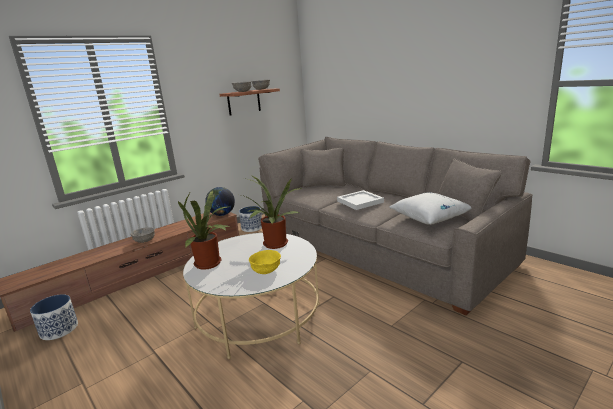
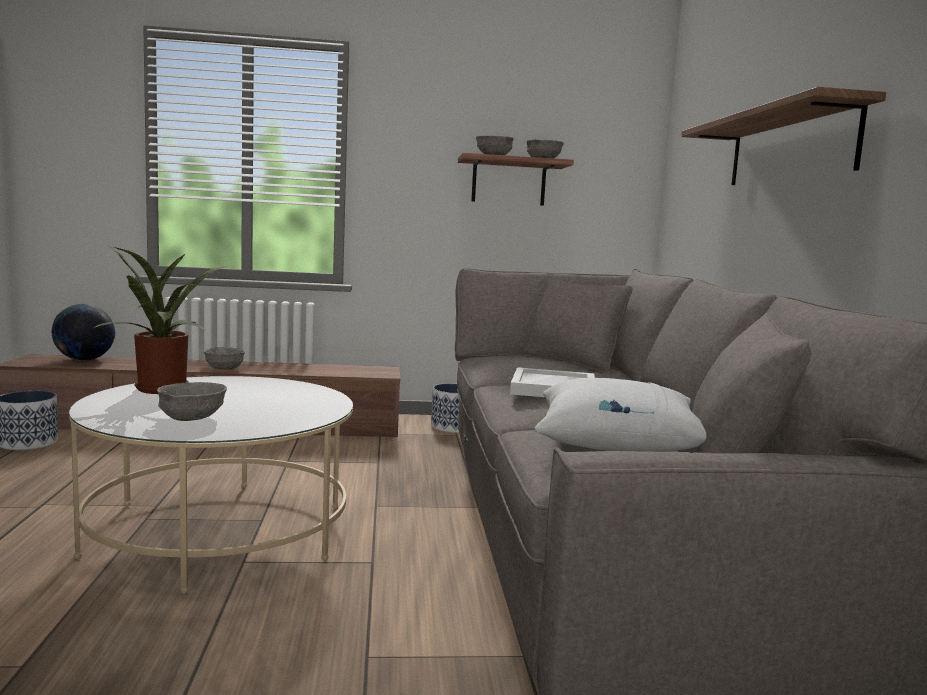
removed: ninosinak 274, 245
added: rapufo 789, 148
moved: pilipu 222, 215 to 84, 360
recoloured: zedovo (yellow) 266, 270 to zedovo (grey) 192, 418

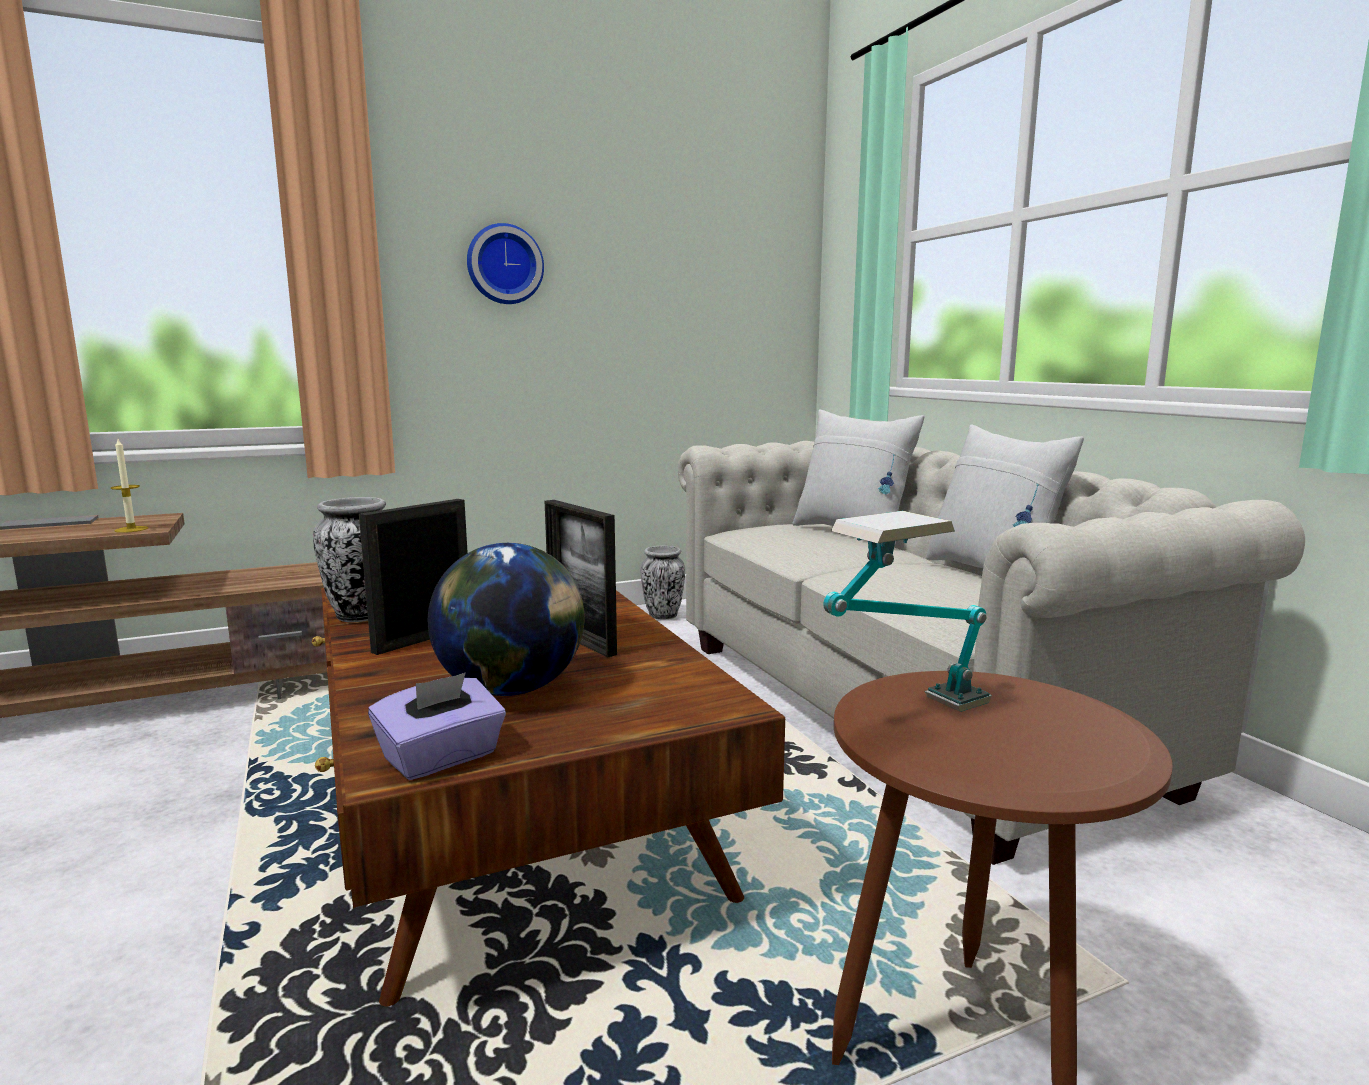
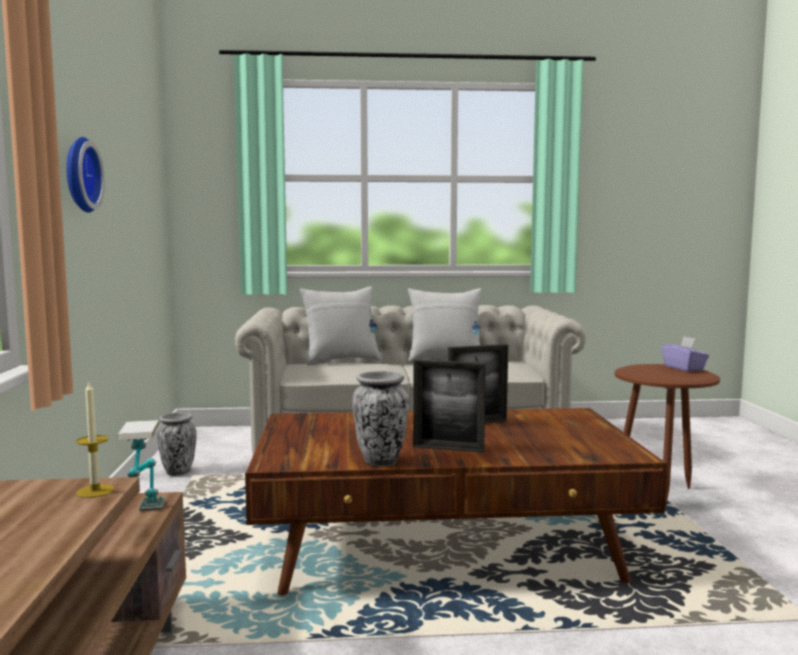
removed: pilipu 512, 689
moved: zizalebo 905, 715 to 146, 520; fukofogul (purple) 442, 758 to 684, 368
turned: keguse 423, 639 = 448, 448 45 degrees counterclockwise

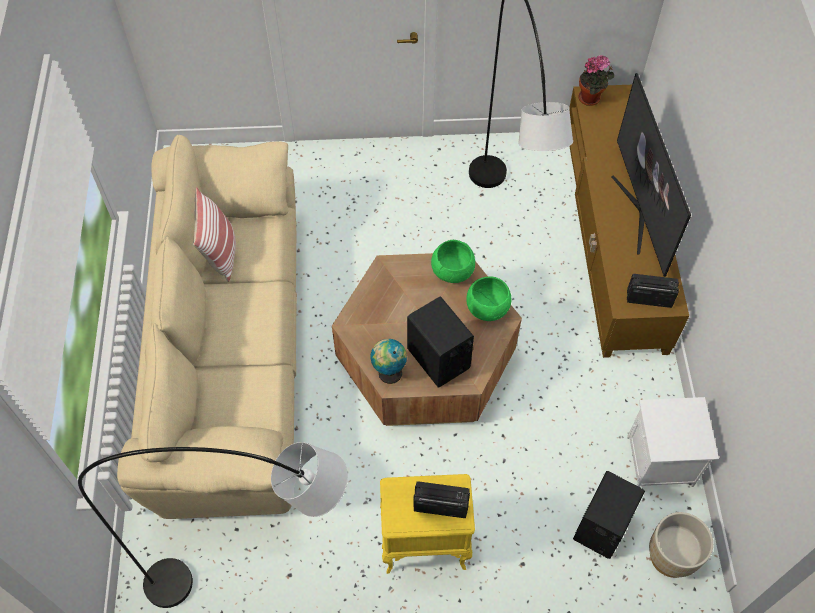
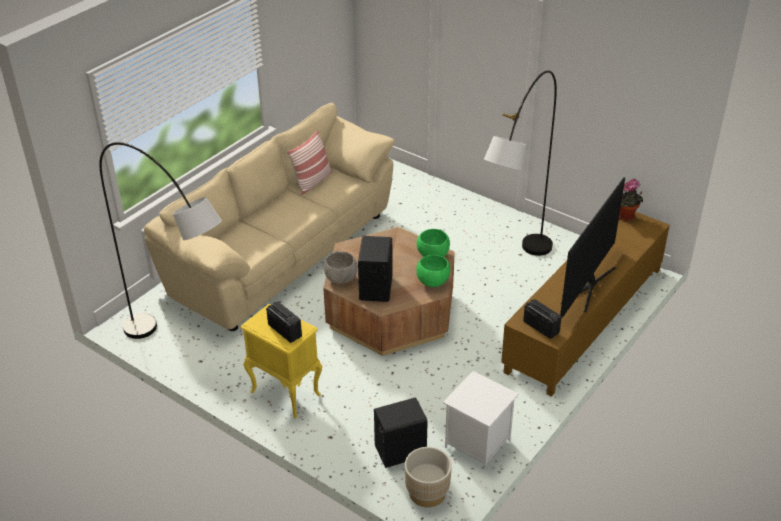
replaced: pilipu 388, 372 to zedovo (grey) 340, 278

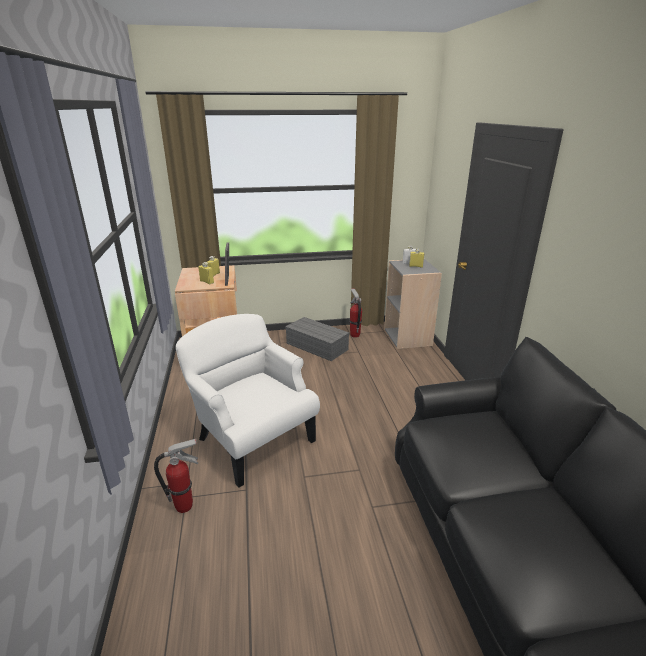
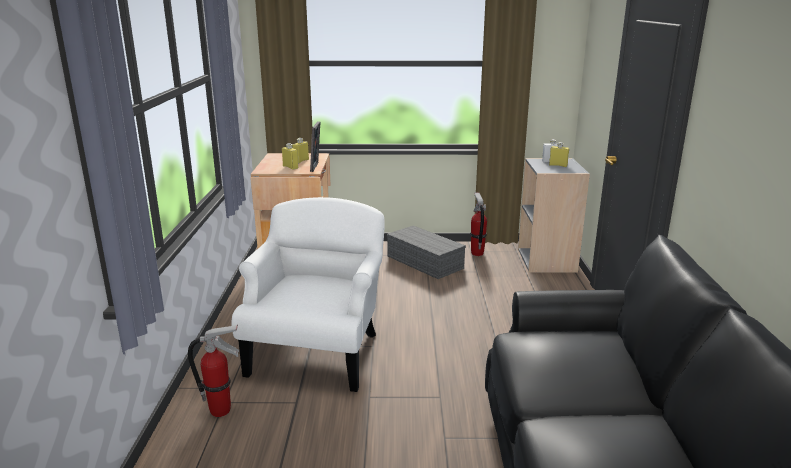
turned: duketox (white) 252, 439 = 318, 352 45 degrees clockwise

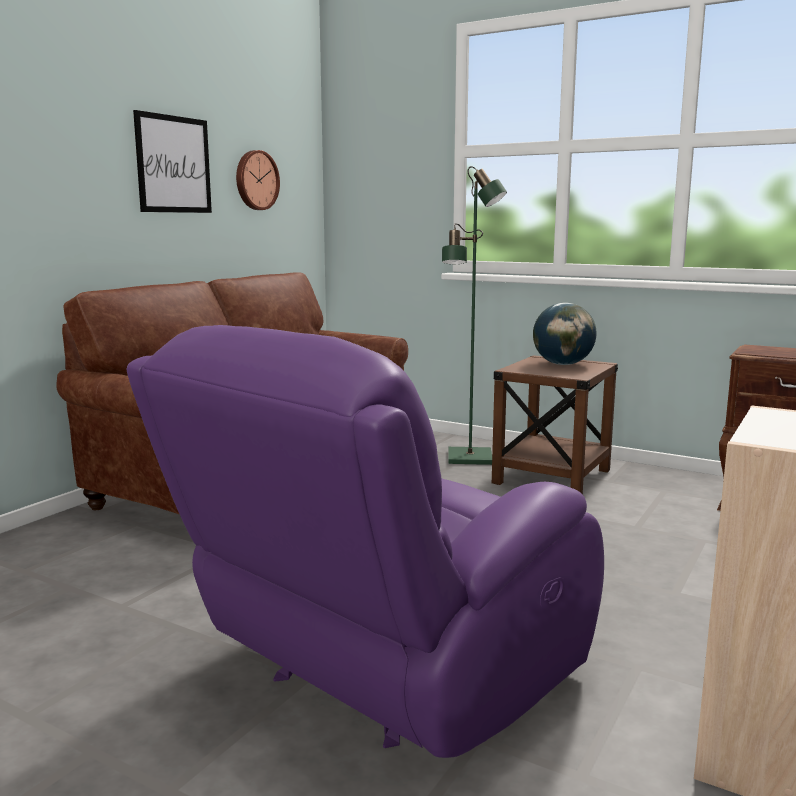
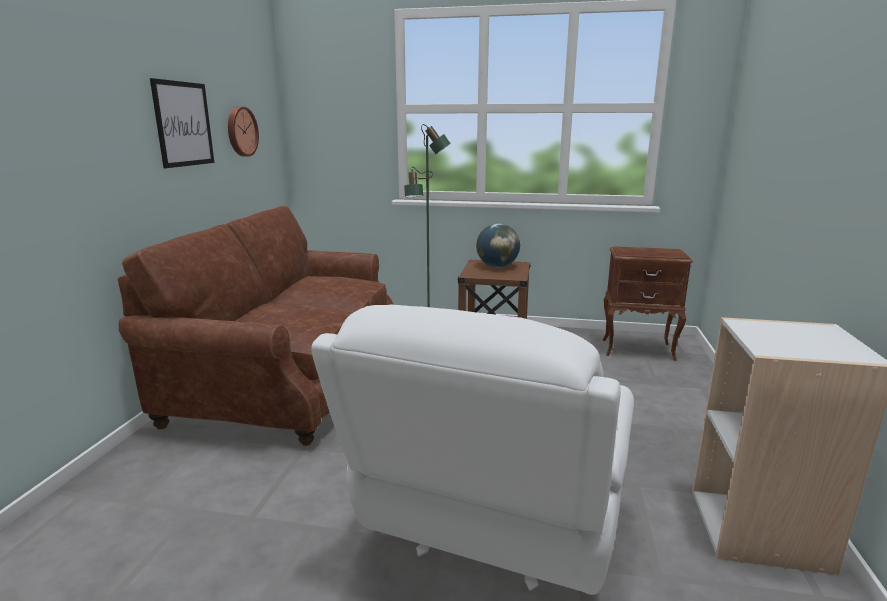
recoloured: duketox (purple) 377, 678 to duketox (white) 488, 534

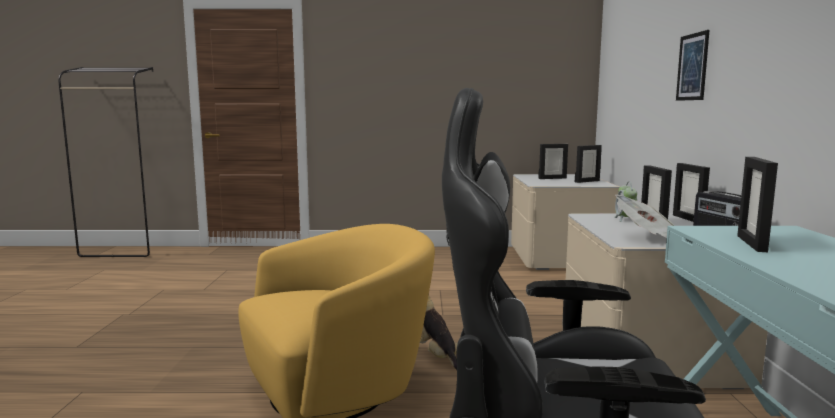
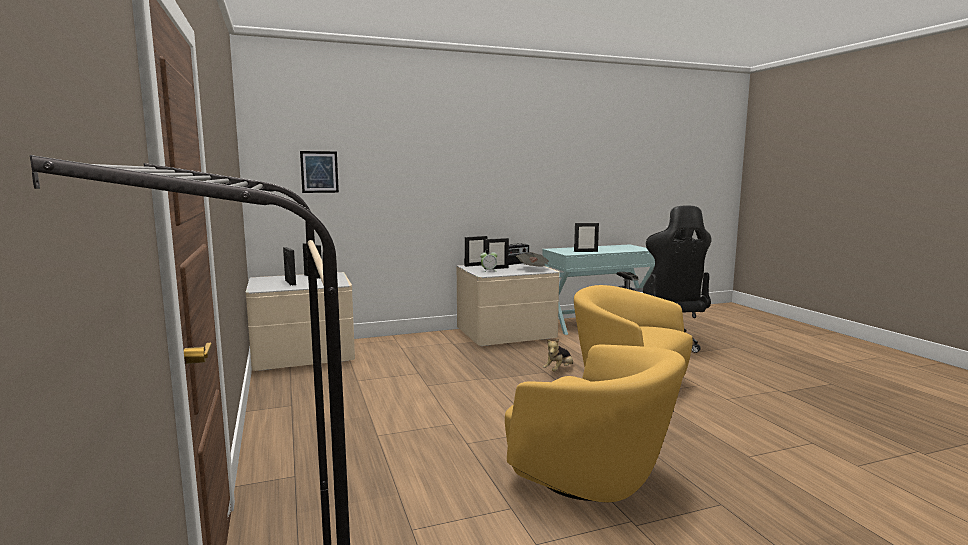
added: duketox (yellow) 592, 476
moved: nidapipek 692, 67 to 319, 172

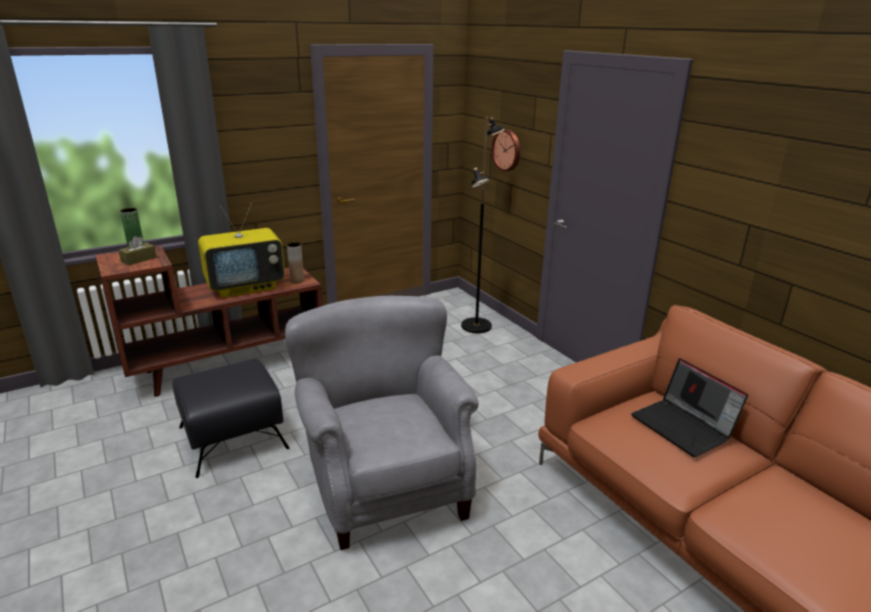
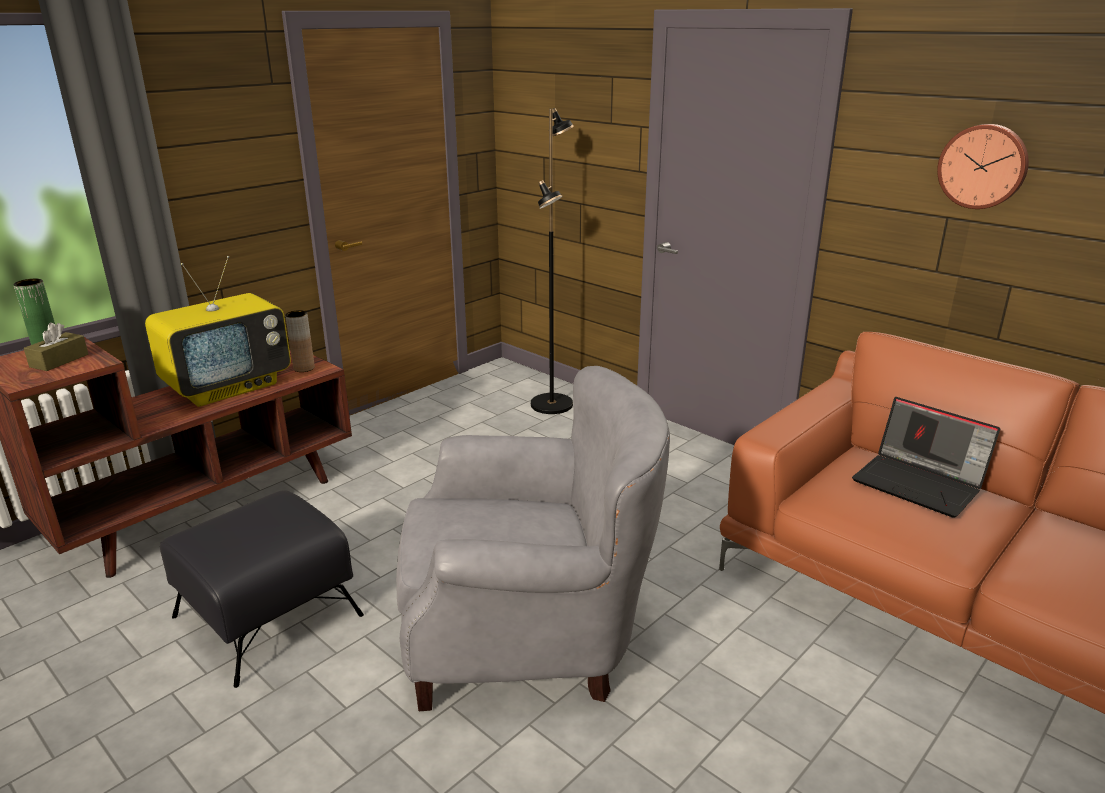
moved: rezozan 507, 150 to 983, 166
turned: duketox (grey) 385, 483 = 528, 636 120 degrees clockwise

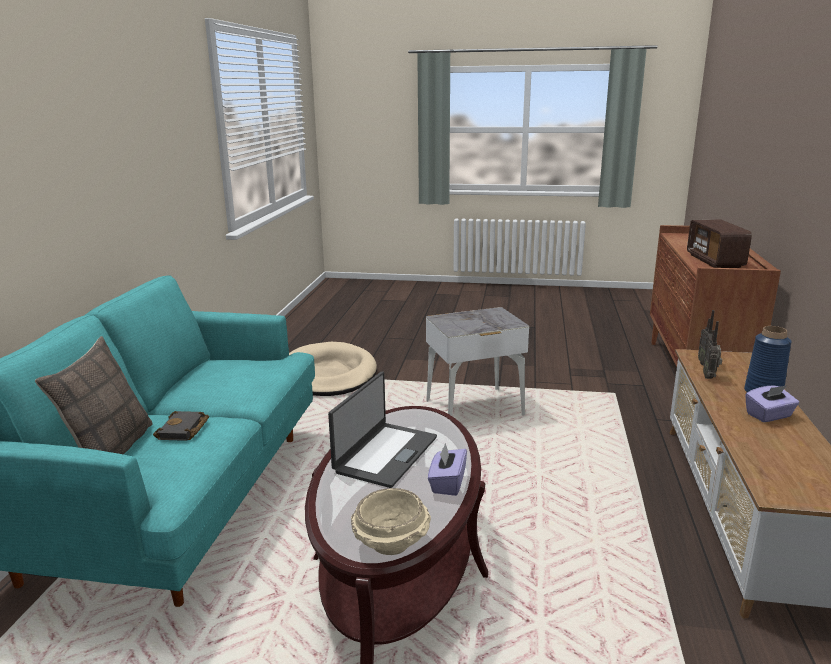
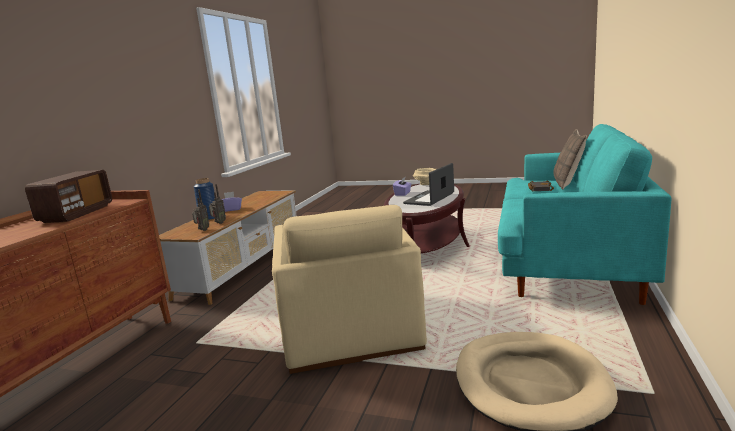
replaced: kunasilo 476, 409 to duketox (beige) 348, 326

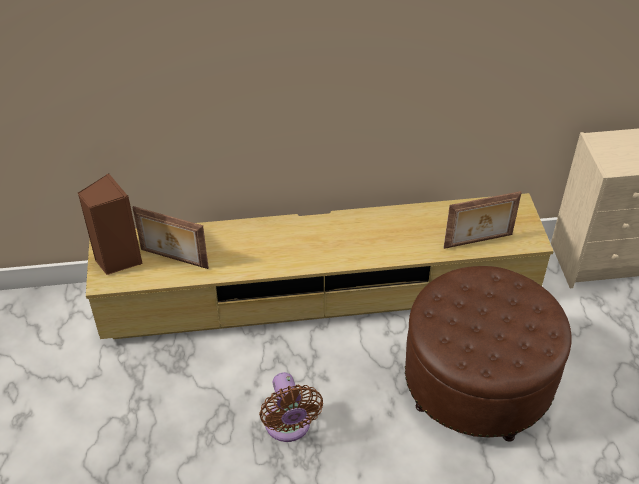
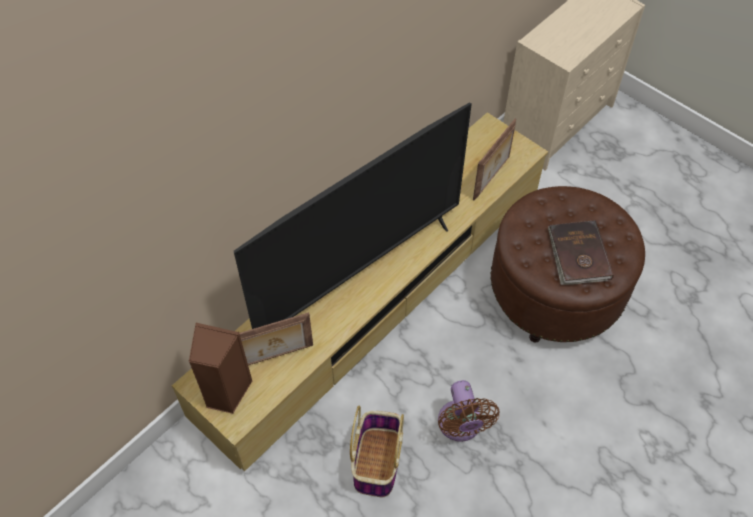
added: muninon 360, 275; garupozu 377, 461; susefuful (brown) 578, 255
turned: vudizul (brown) 288, 427 = 460, 426 45 degrees clockwise

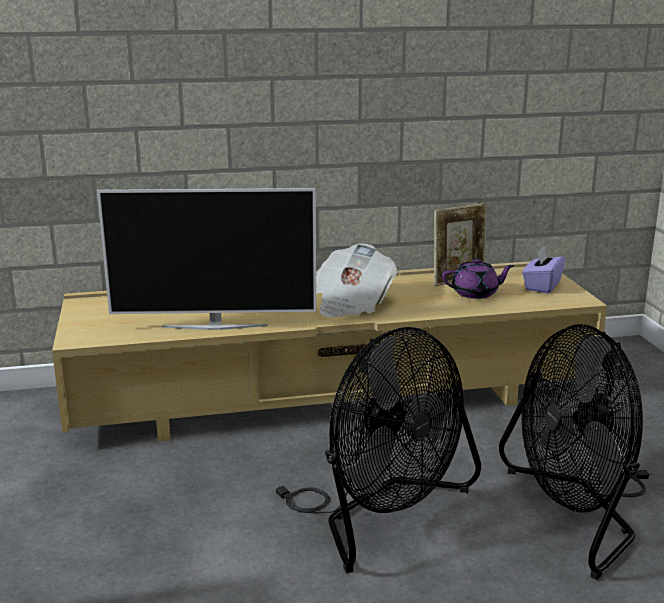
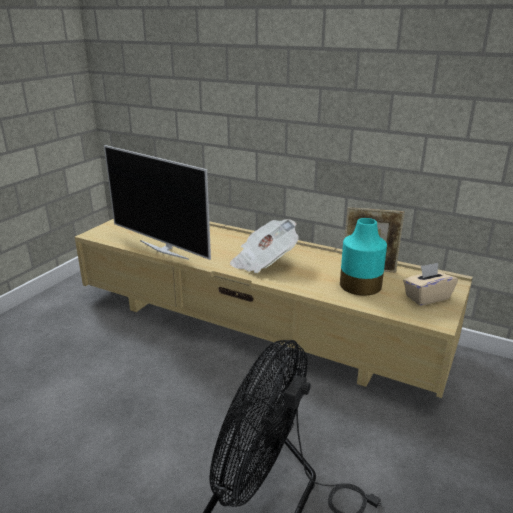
removed: vudizul (black) 377, 515
replaced: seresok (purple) 476, 293 to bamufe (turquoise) 361, 284
recoloured: fukofogul (purple) 541, 286 to fukofogul (beige) 426, 297

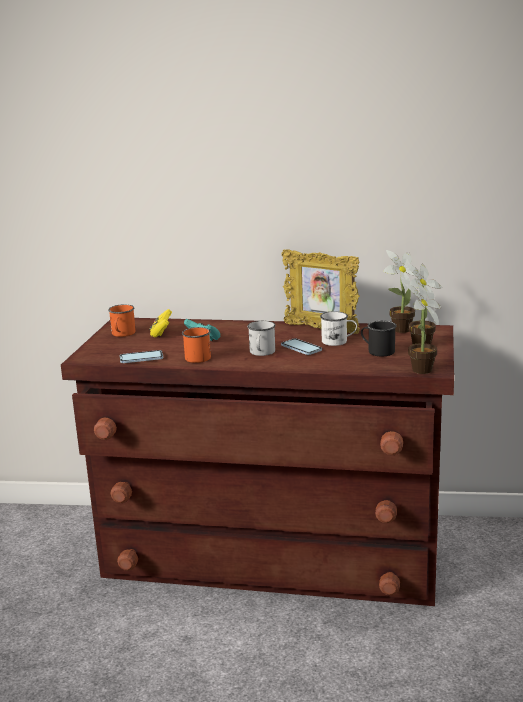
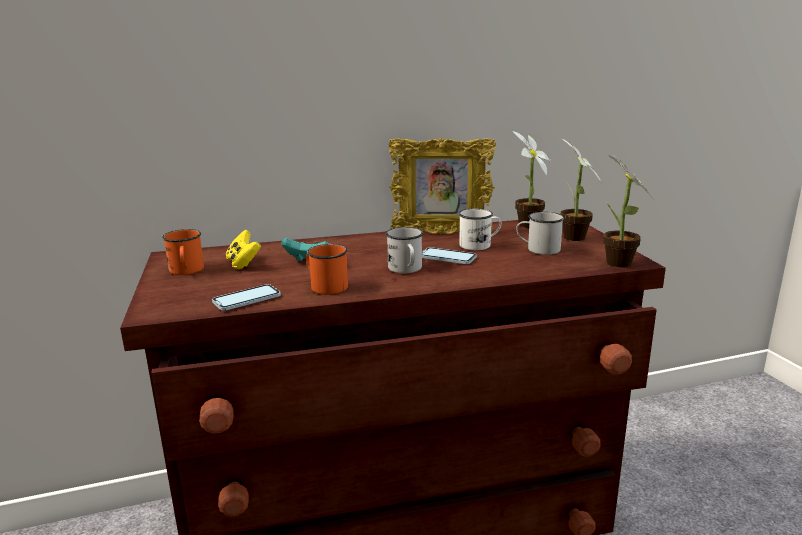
recoloured: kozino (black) 377, 351 to kozino (white) 538, 249

